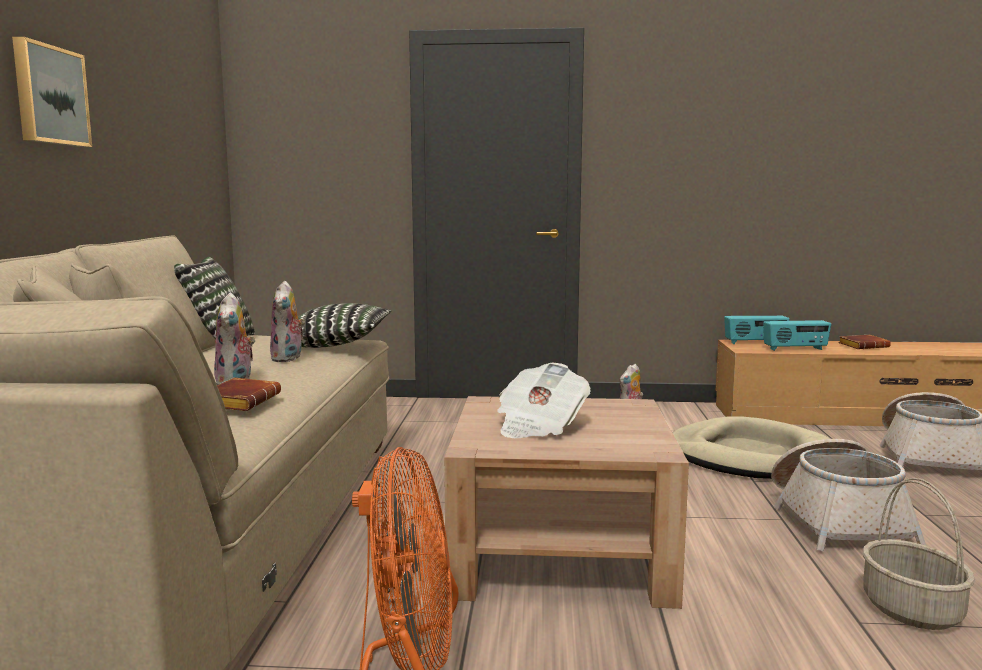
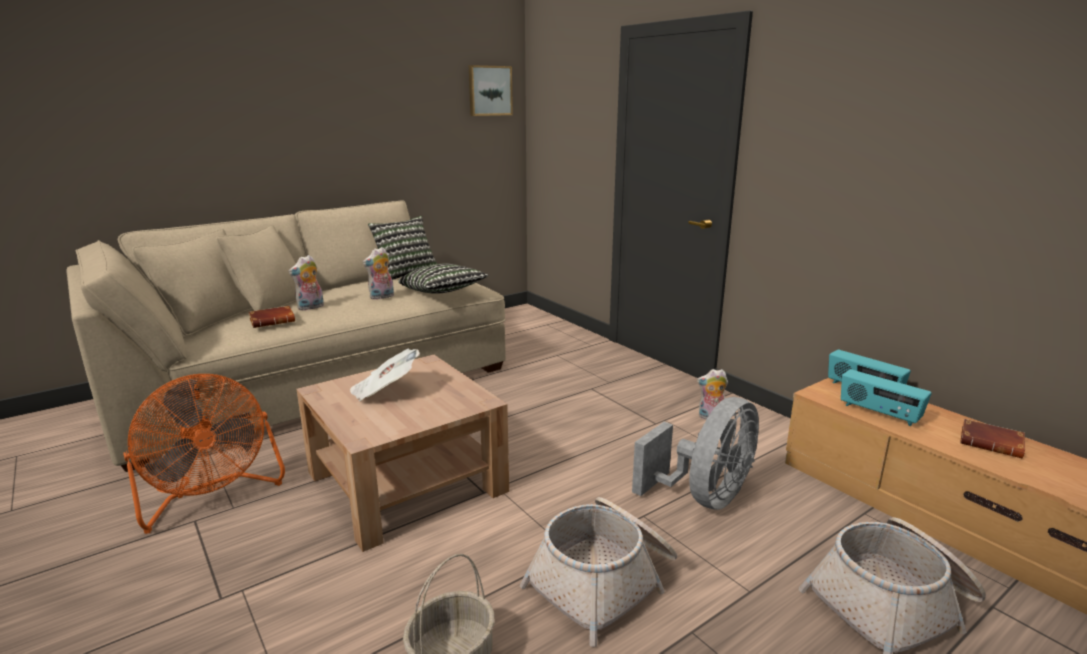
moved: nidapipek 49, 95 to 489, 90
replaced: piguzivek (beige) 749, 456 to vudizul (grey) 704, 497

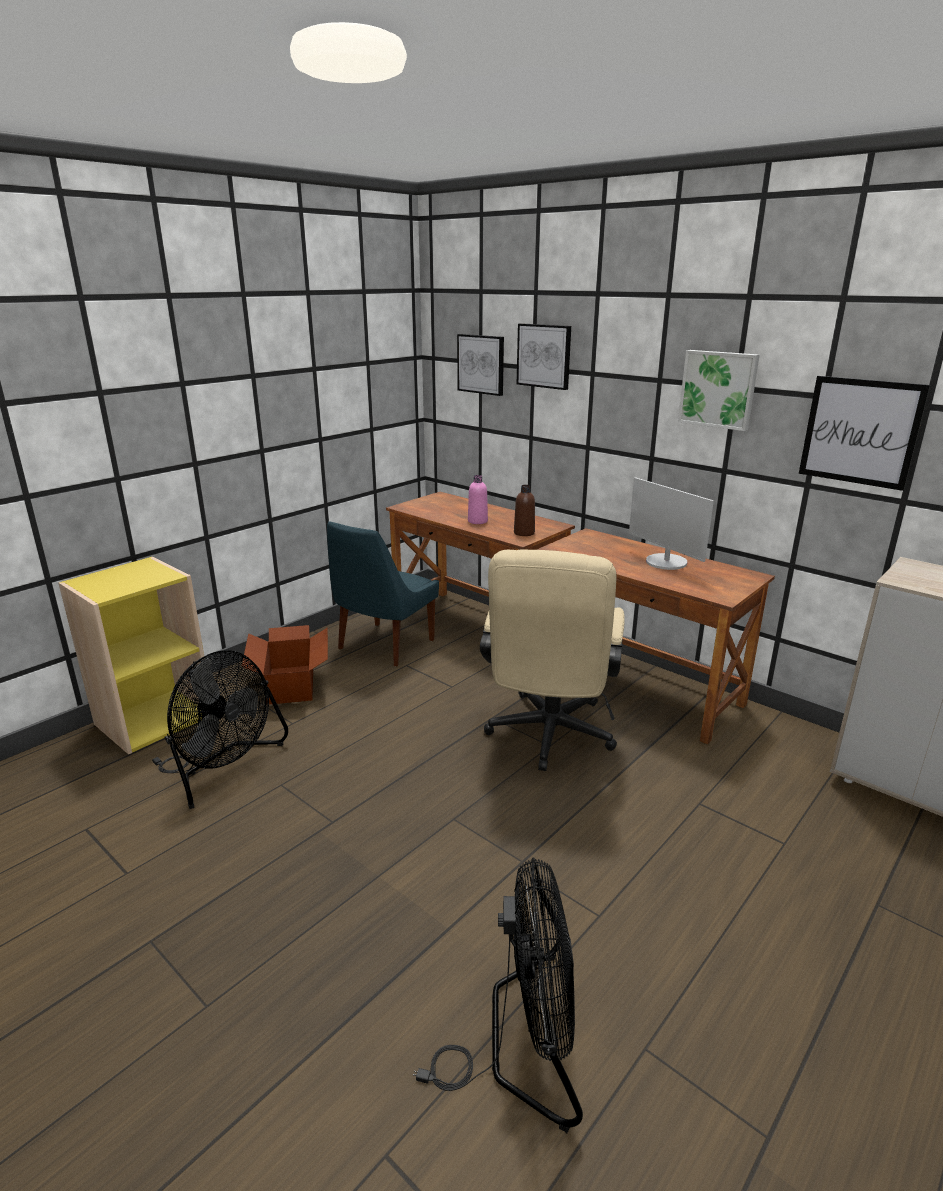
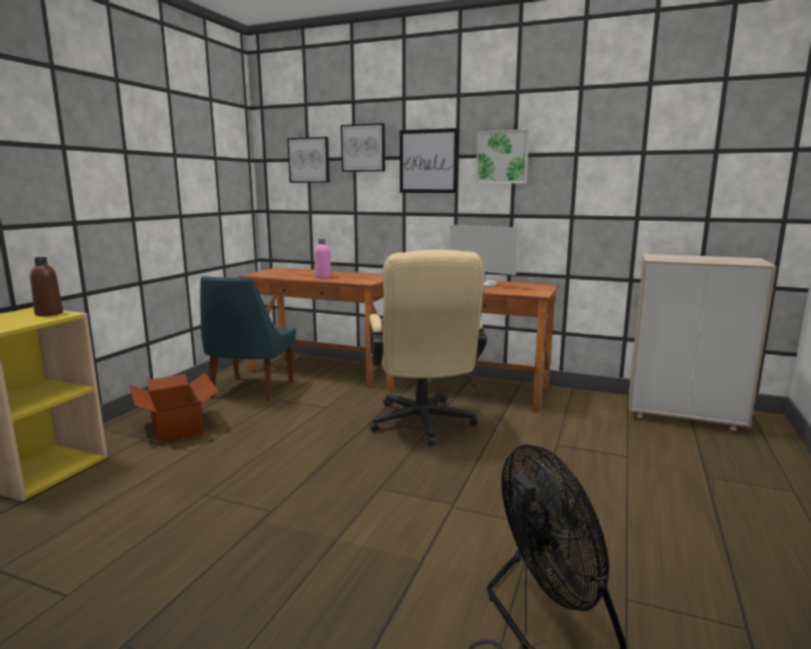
removed: vudizul (black) 219, 768
moved: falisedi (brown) 524, 533 to 49, 314; nidapipek 860, 432 to 428, 161

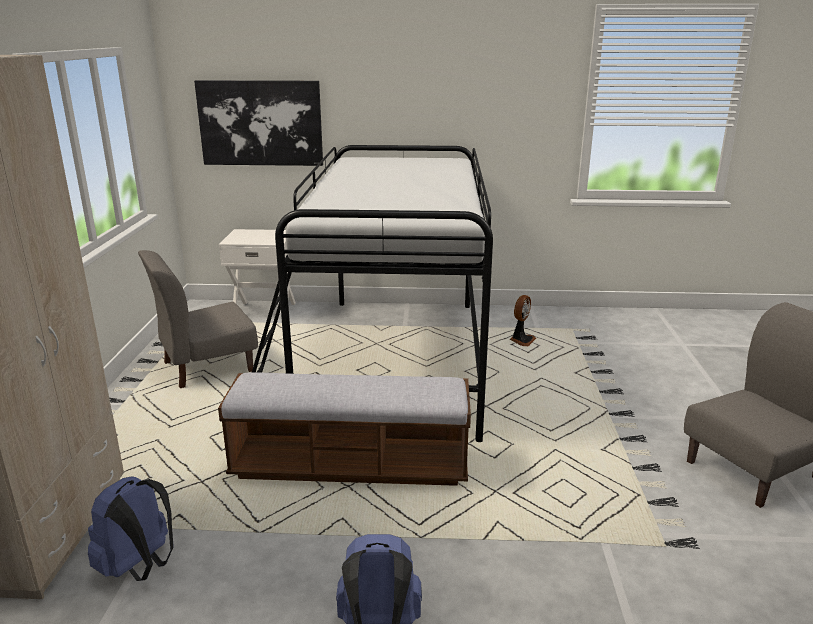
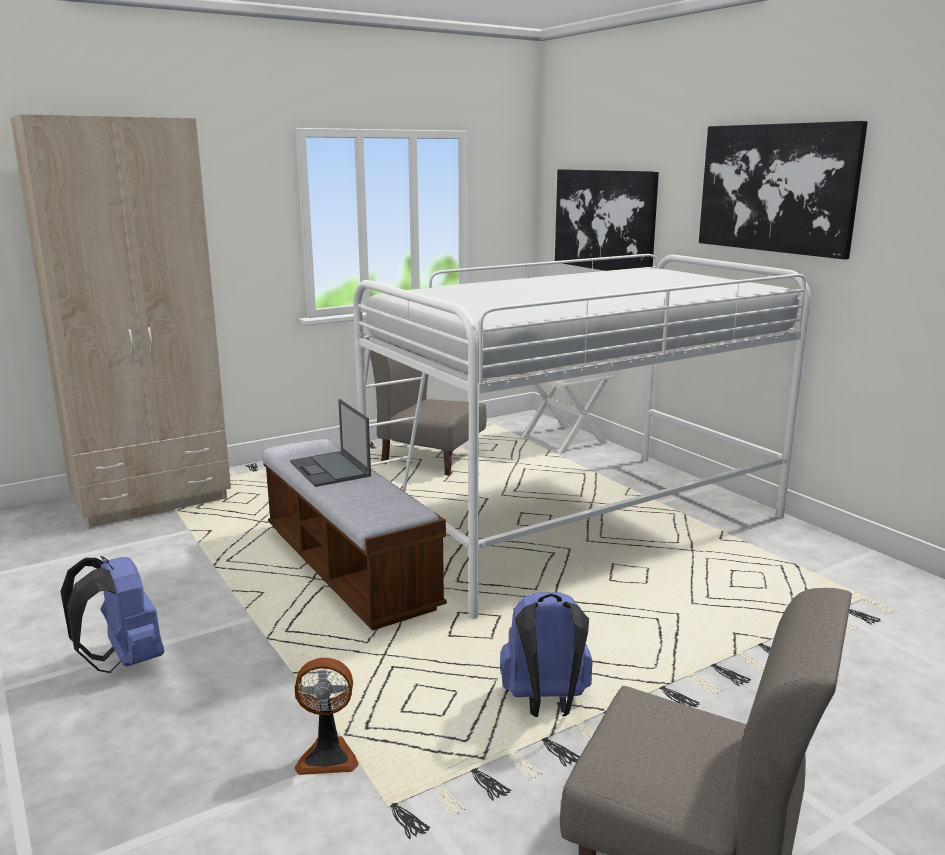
added: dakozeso 330, 469; nidapipek 776, 188
moved: vudizul 521, 340 to 328, 756; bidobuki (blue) 140, 567 to 546, 703
recoloured: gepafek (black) 393, 361 to gepafek (white) 570, 522

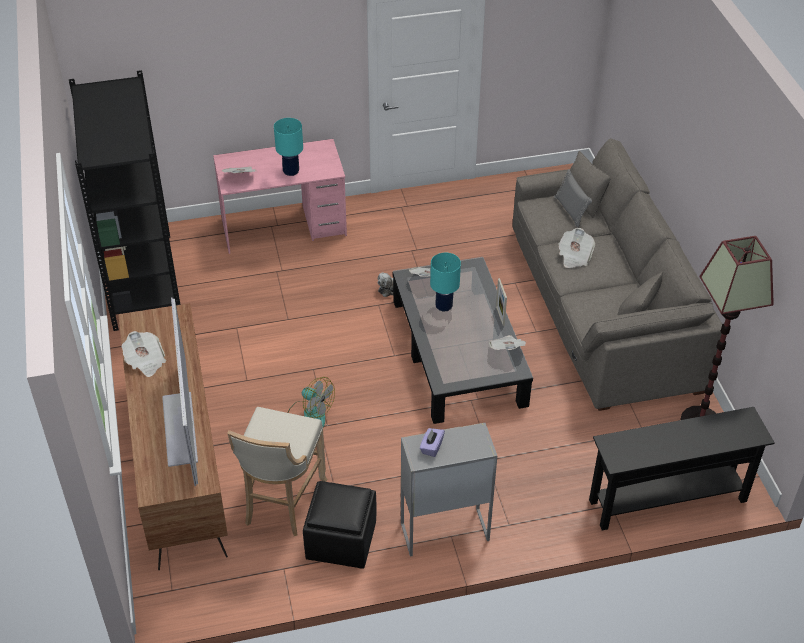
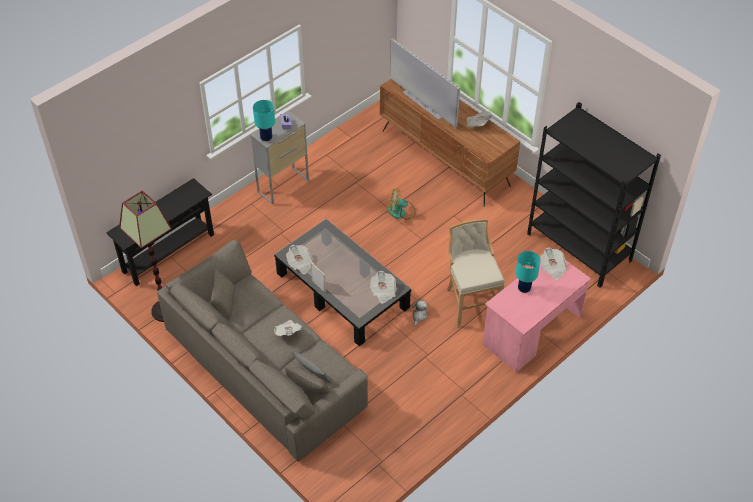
removed: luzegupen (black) 340, 541
moved: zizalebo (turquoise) 444, 307 to 266, 138; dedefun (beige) 281, 503 to 470, 302

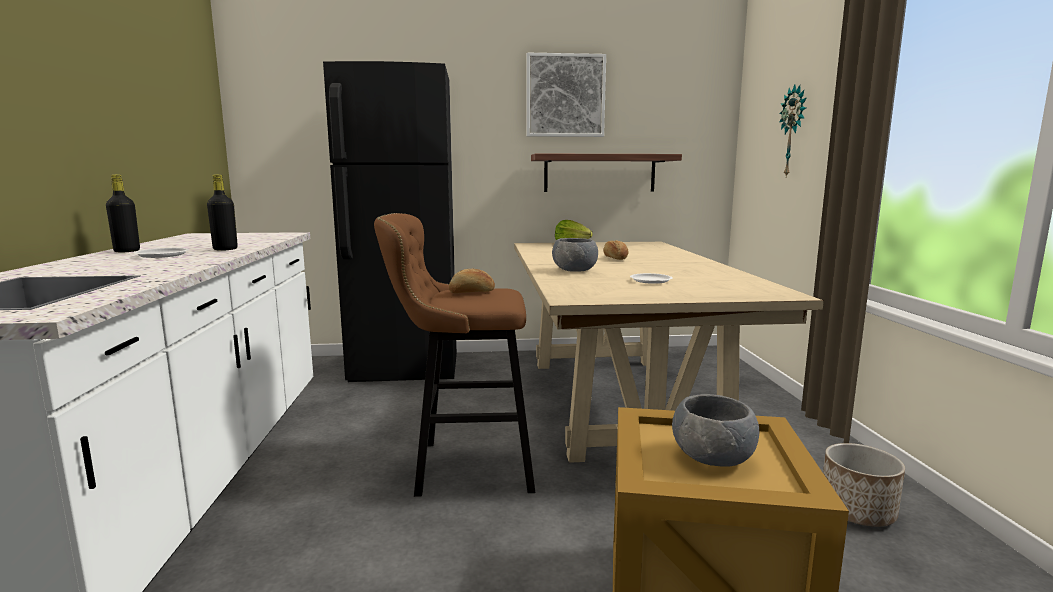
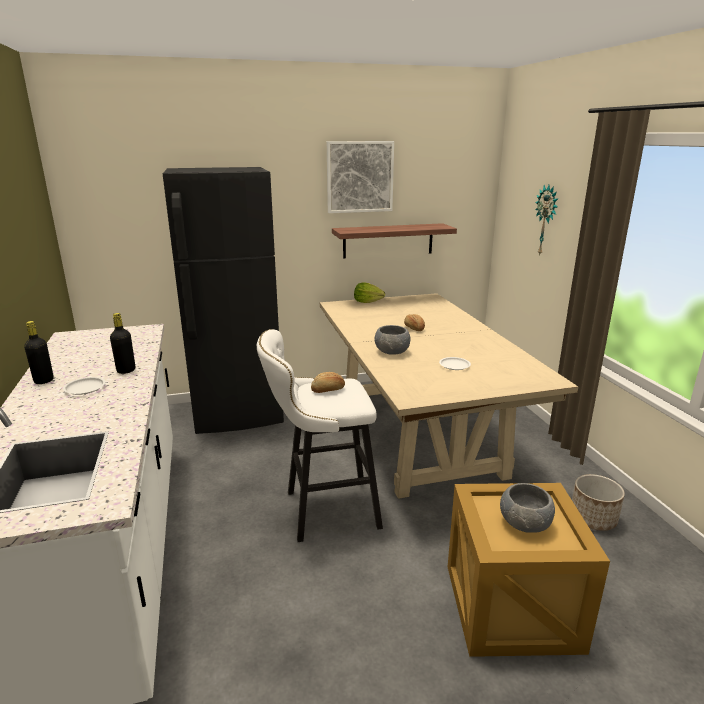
recoloured: dedefun (brown) 459, 466 to dedefun (white) 320, 511

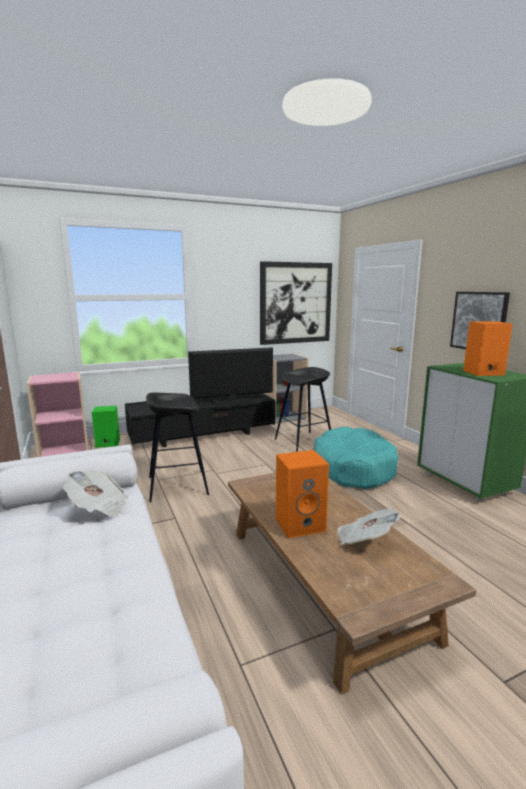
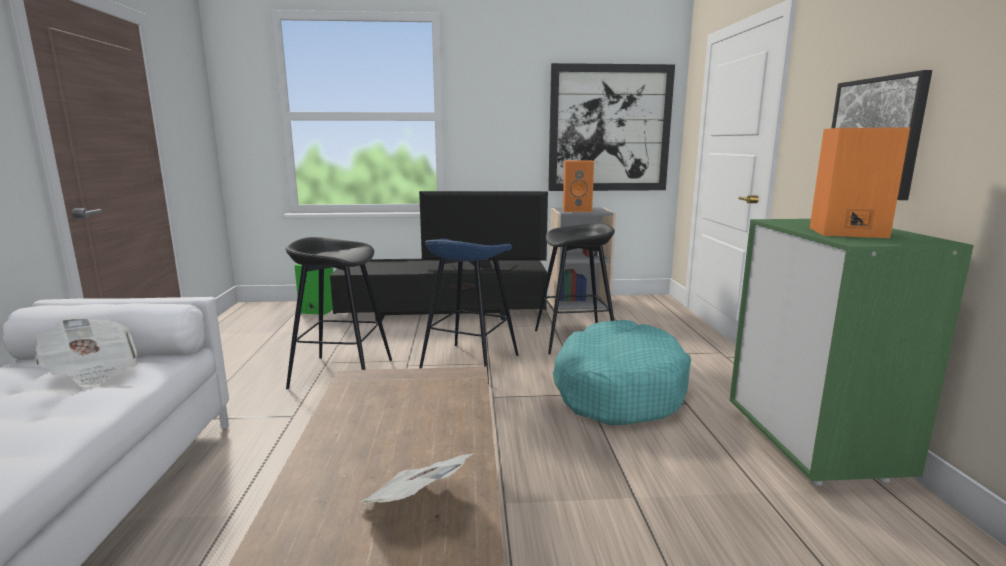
removed: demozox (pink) 65, 452
added: dedefun (blue) 469, 363
moved: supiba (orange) 301, 524 to 577, 210

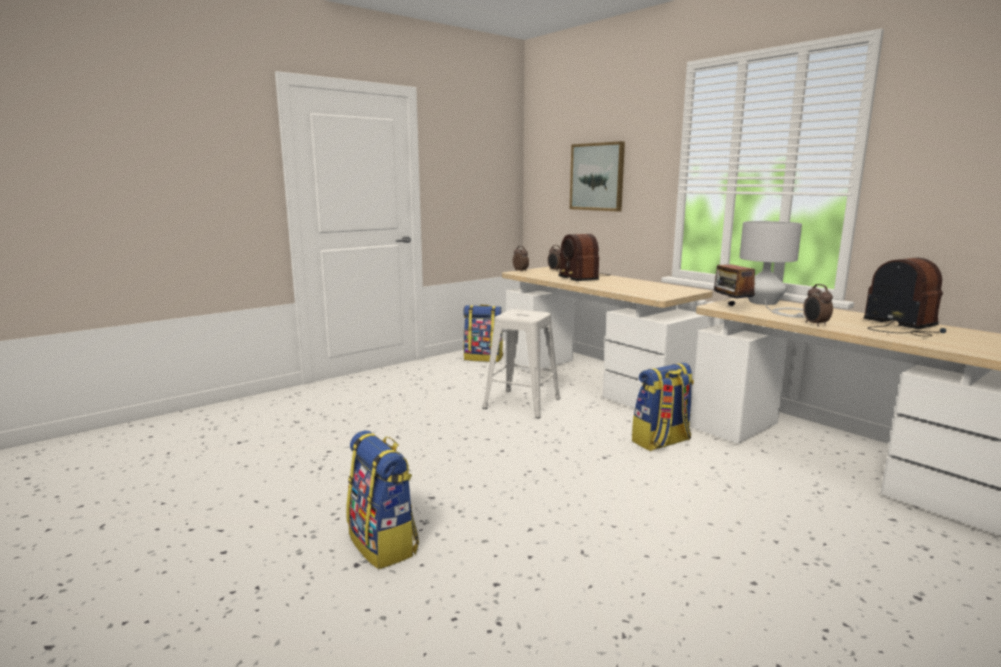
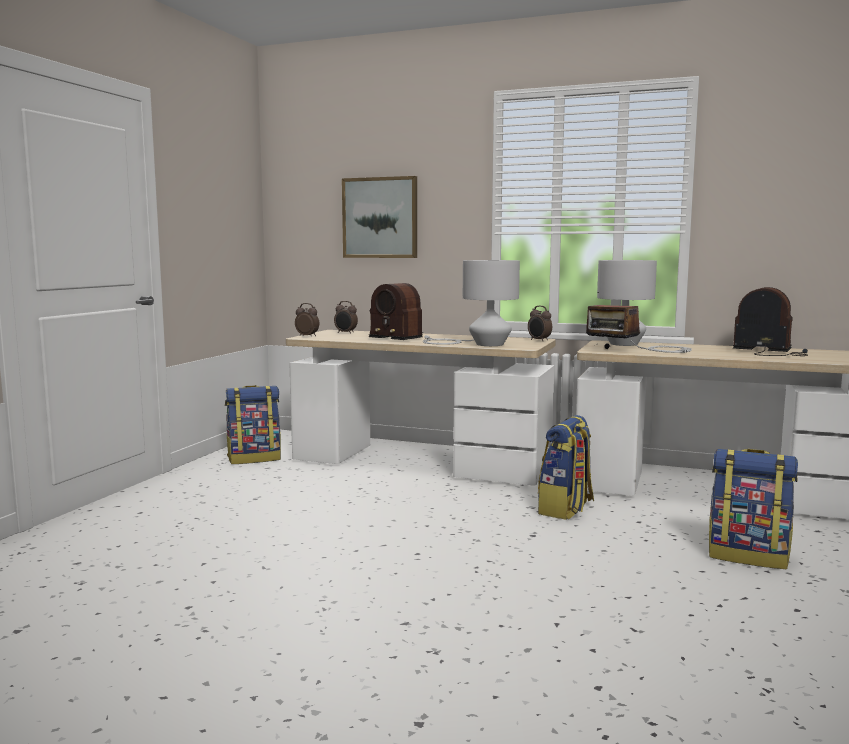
removed: dedefun (white) 522, 403
added: zizalebo (white) 471, 343
moved: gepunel 815, 324 to 539, 340; bidobuki 384, 544 to 748, 556

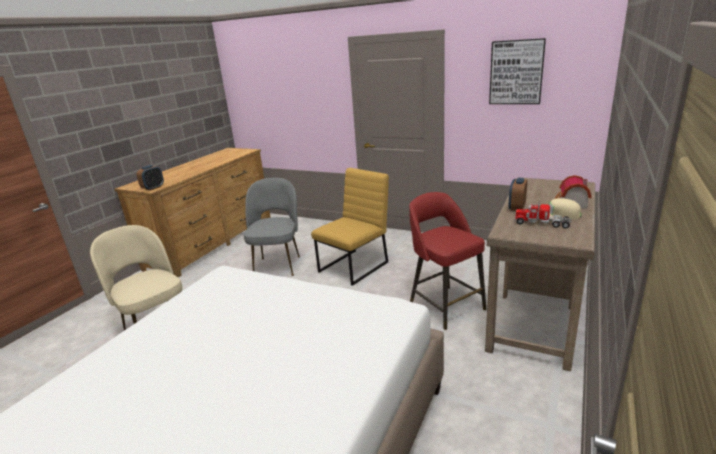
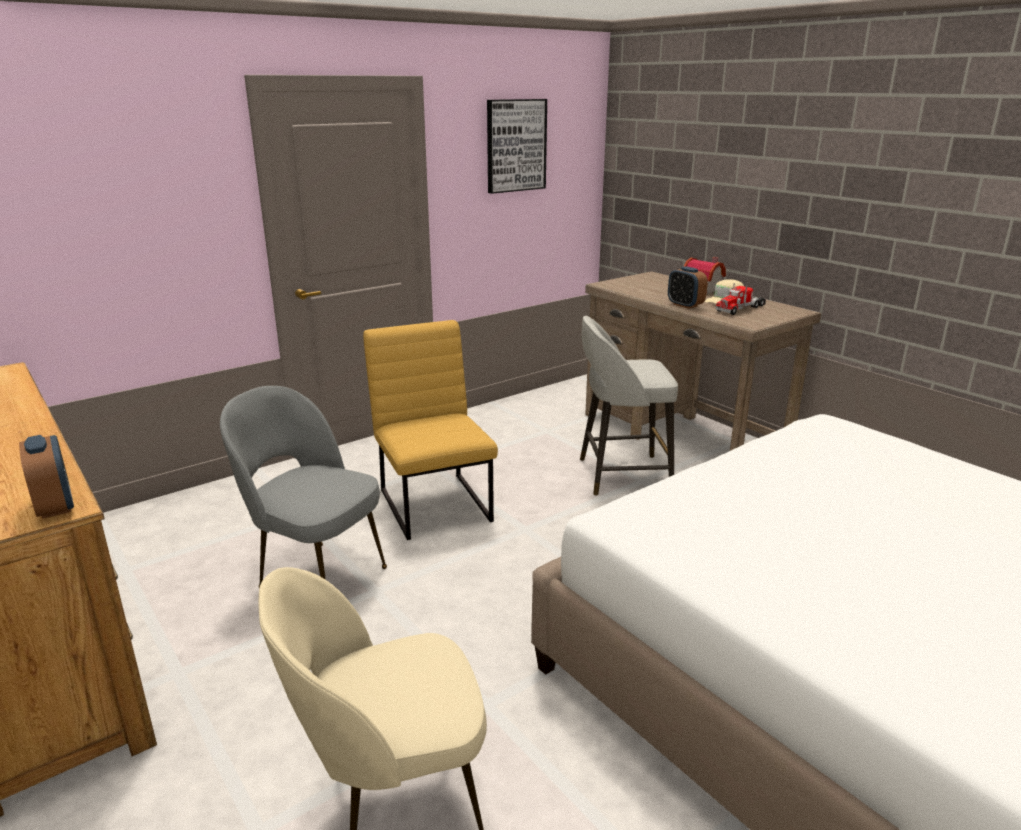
recoloured: dedefun (red) 445, 306 to dedefun (grey) 621, 475

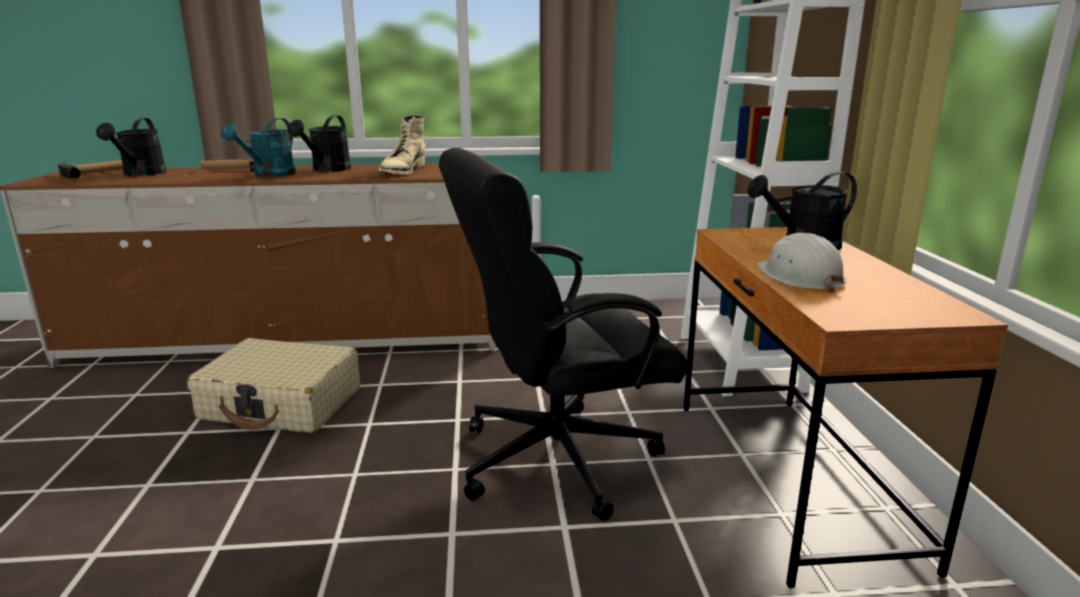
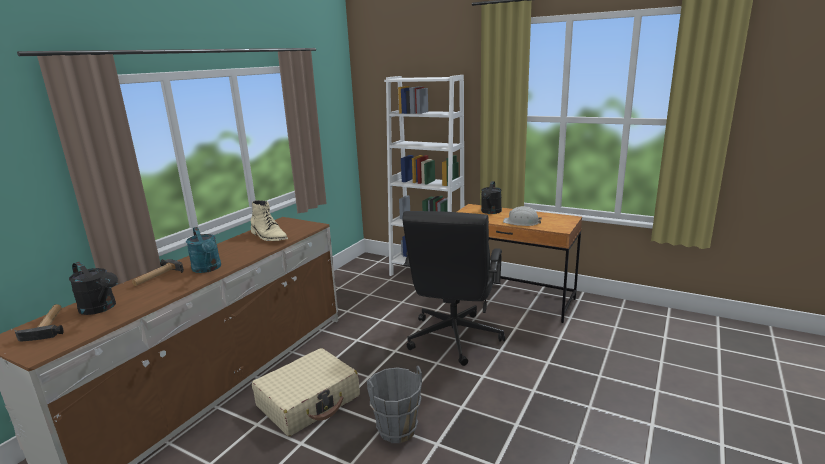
removed: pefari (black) 327, 170
added: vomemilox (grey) 397, 430

